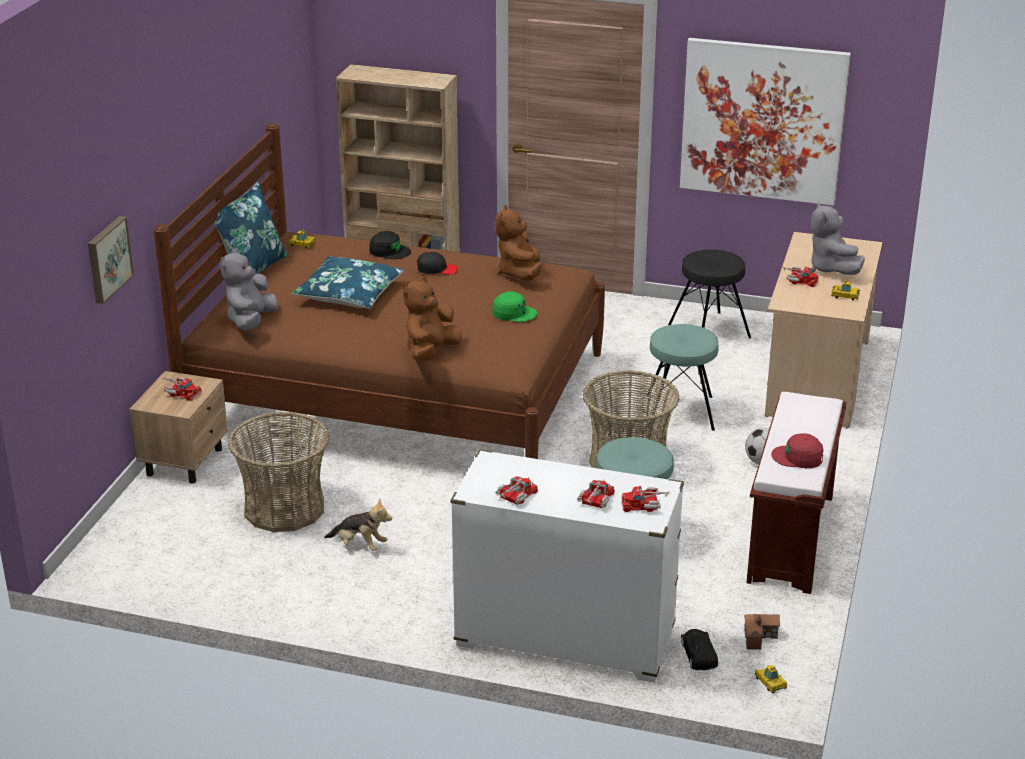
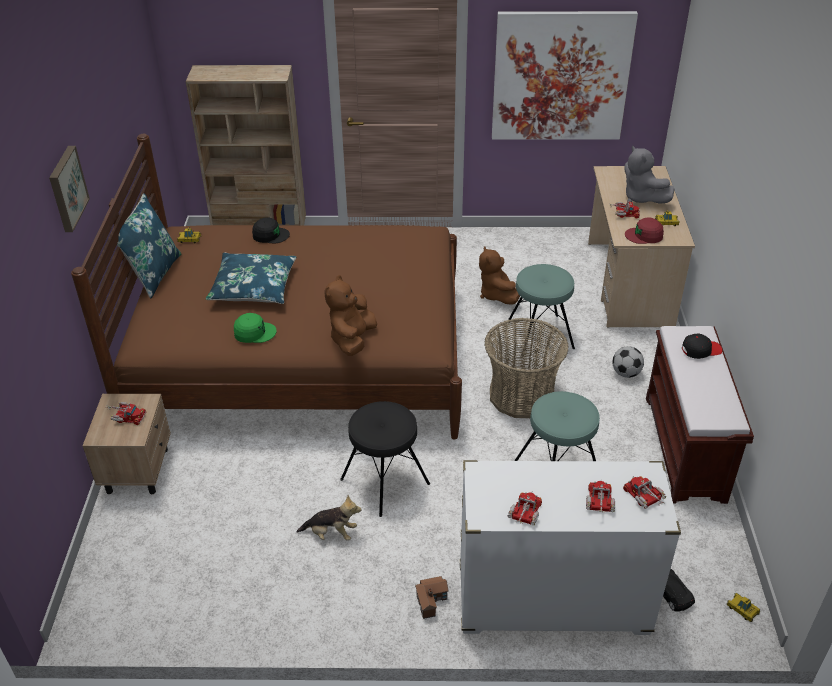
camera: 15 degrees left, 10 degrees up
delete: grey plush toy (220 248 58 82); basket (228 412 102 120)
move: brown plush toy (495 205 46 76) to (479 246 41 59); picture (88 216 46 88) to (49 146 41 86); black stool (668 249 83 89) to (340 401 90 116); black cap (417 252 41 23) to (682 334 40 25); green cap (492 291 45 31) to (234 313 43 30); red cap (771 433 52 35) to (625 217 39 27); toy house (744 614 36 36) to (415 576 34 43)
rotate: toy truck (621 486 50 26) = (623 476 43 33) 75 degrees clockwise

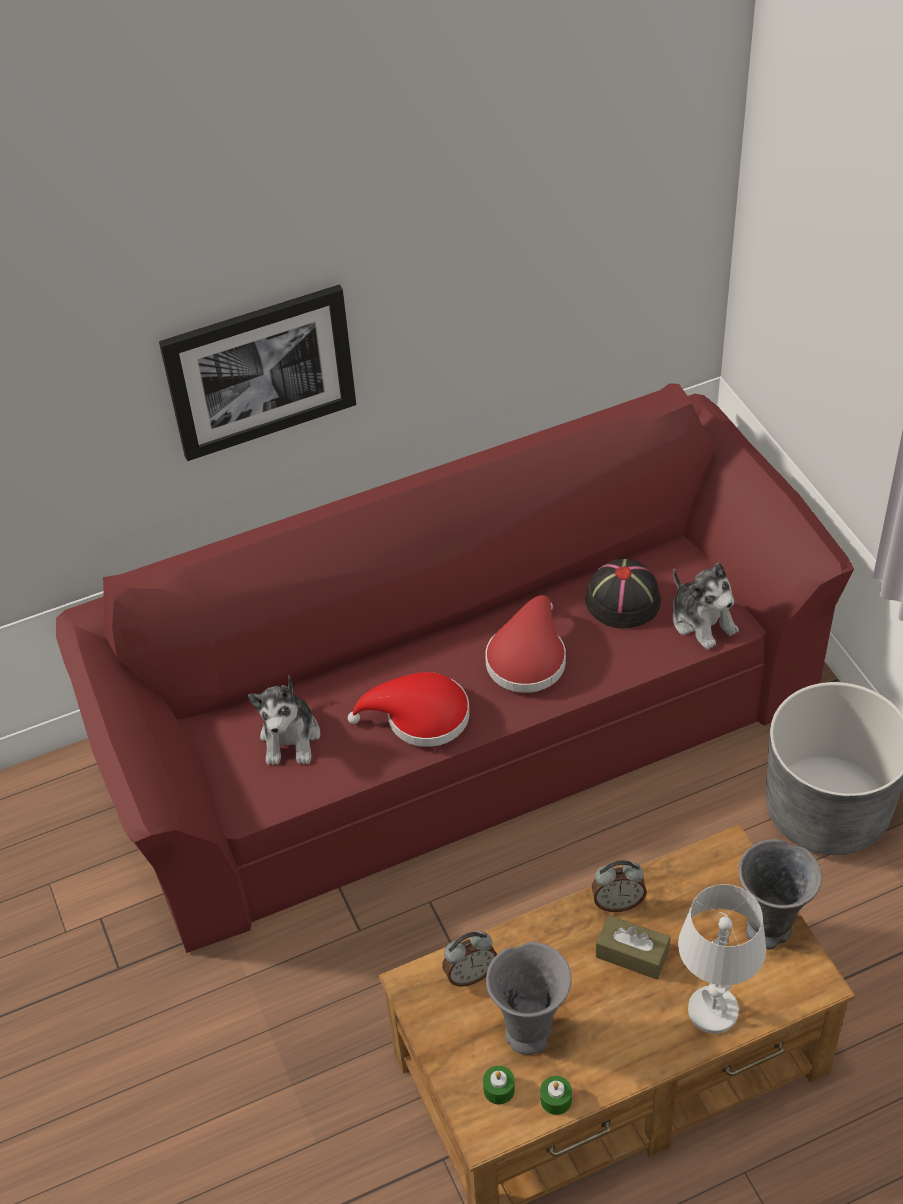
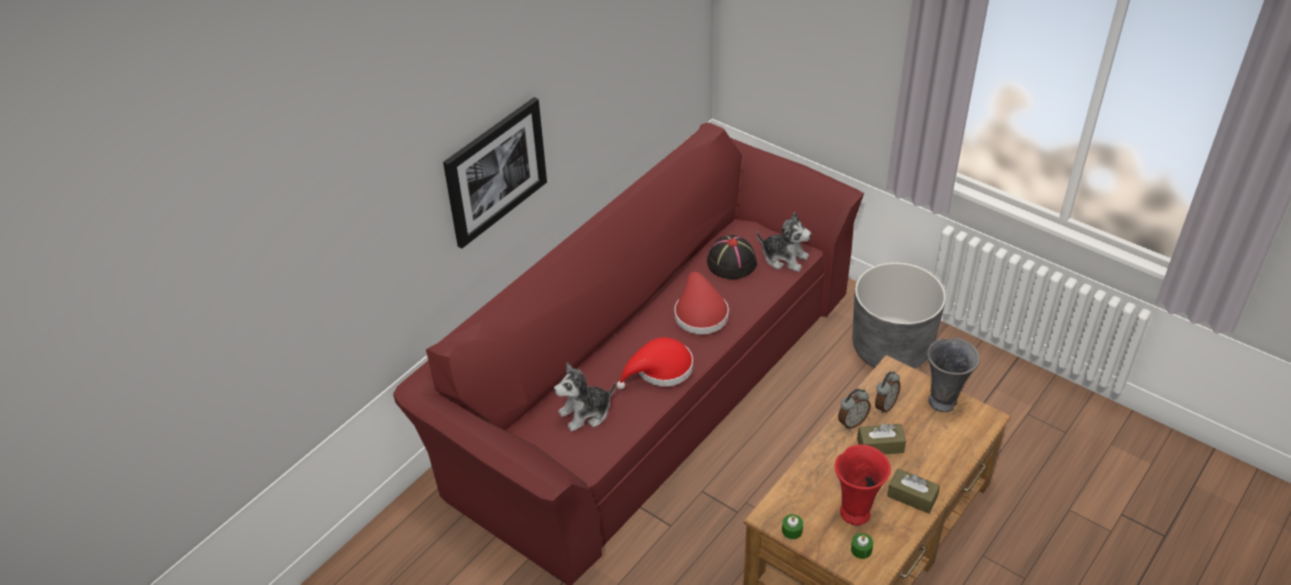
camera: 30 degrees left, 5 degrees down
delete: white table lamp (678 884 88 150)
insert: brown tissue box (887 469 53 45)
move: alarm clock (442 931 55 56) to (875 371 25 43); green candle (540 1076 32 39) to (782 514 21 25)
recolor: grey vase (486 942 86 113) to red vase (835 445 56 81)
rotate: plush toy (248 675 72 90) = (554 362 62 69) 90 degrees clockwise

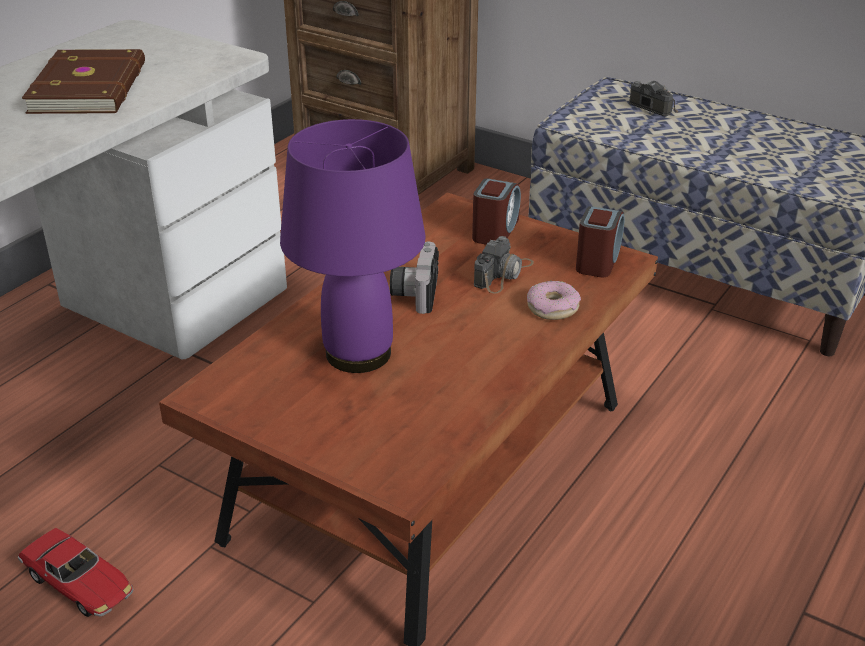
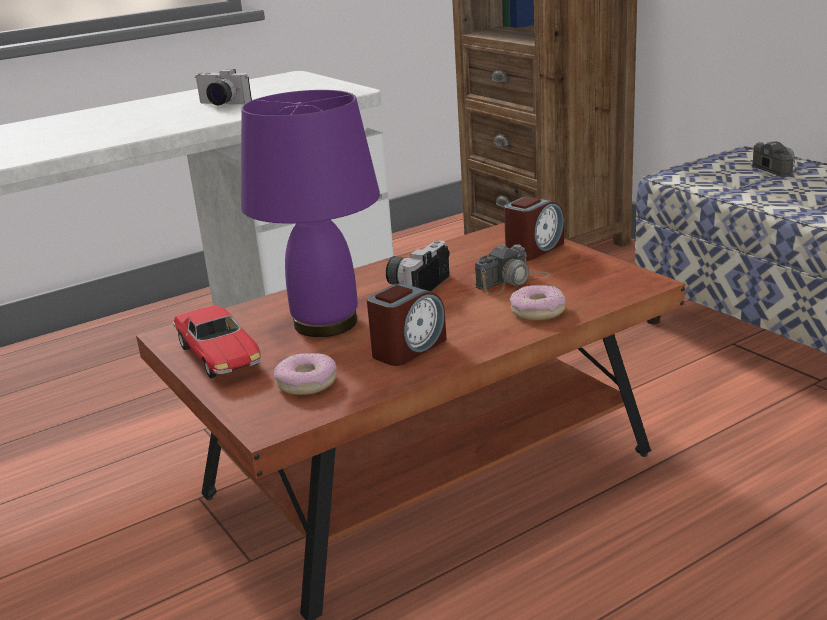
camera: 25 degrees right, 10 degrees down
insert: donut (274 353 63 42)
move: alarm clock (576 206 49 71) to (367 283 80 83); toy car (18 528 115 89) to (173 305 89 74)
replace: brown book (22 49 123 65) to photo camera (195 69 57 36)

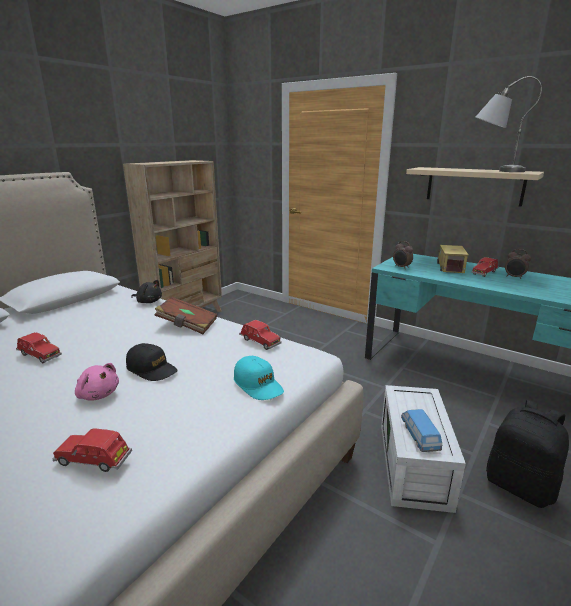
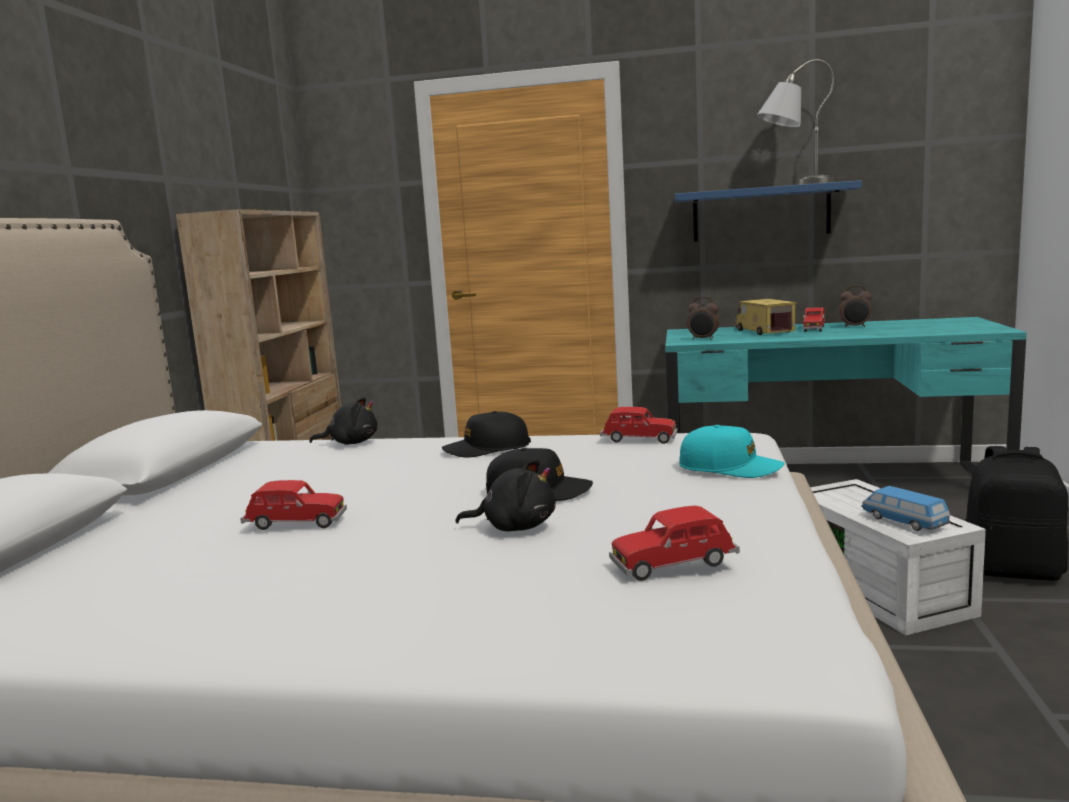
camera: 25 degrees left, 10 degrees down
replace: brown book (154 297 63 37) to black cap (442 411 89 46)
recolor: beige shelf (406 167 138 40) to blue shelf (675 180 187 62); pink plush toy (75 363 44 38) to black plush toy (456 459 100 73)

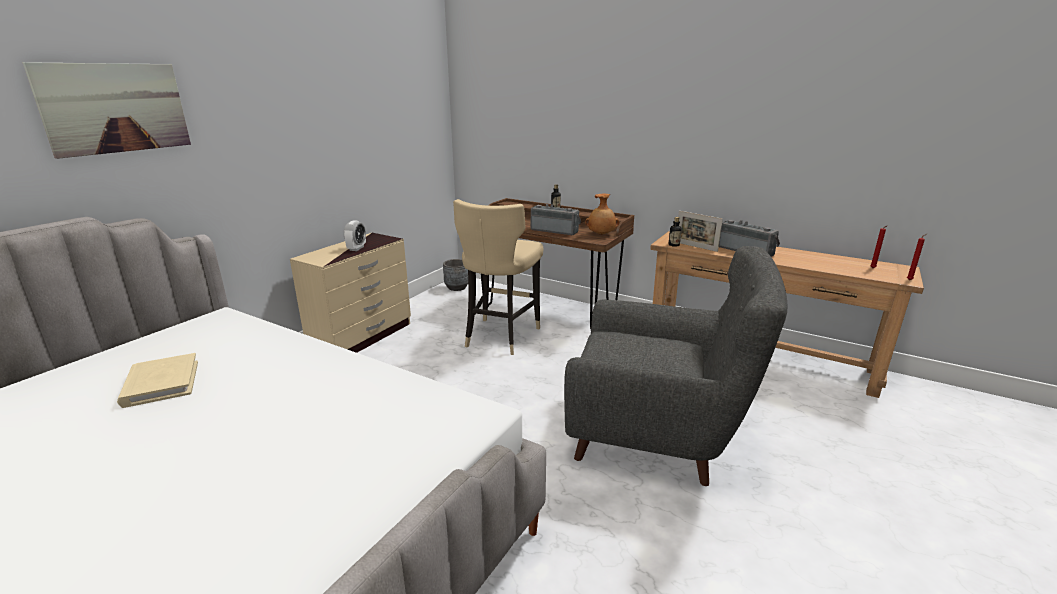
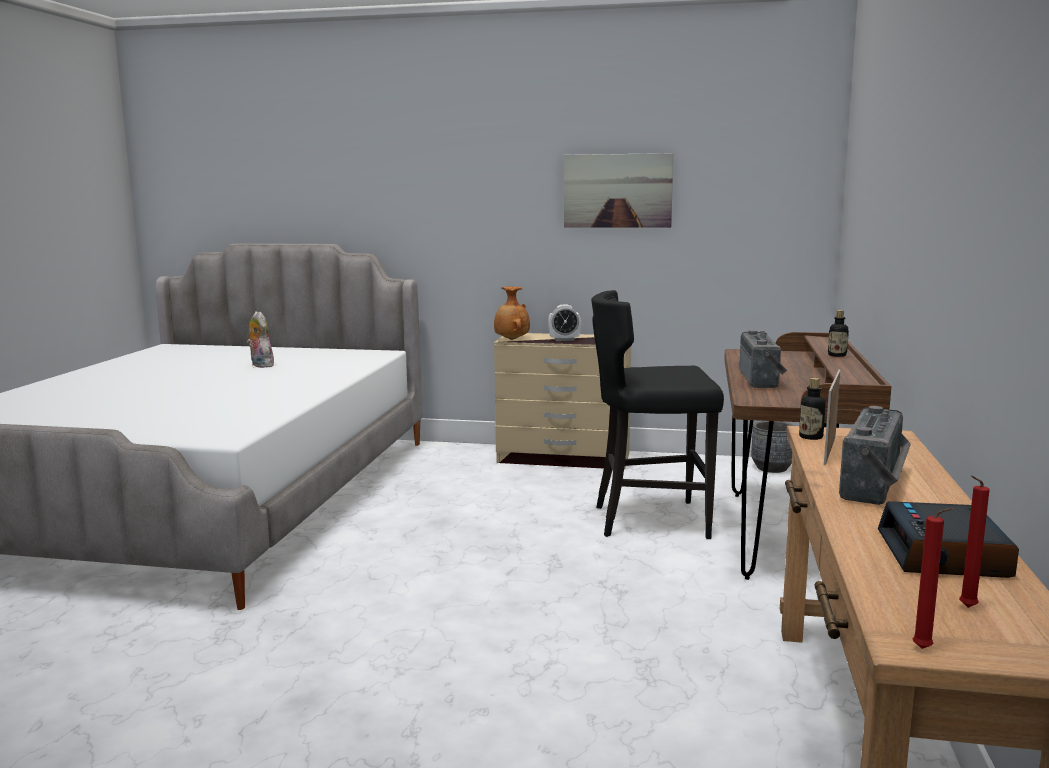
camera: 70 degrees right, 10 degrees down
delete: grey armchair (564 246 223 240)
insert: alarm clock (878 501 141 77)
move: picture (23 62 168 97) to (564 153 109 75); brown vase (585 194 34 41) to (494 287 36 53)
replace: beige book (117 353 81 55) to plush toy (247 311 27 57)
recolor: beige stool (453 199 90 156) to black stool (591 290 133 249)

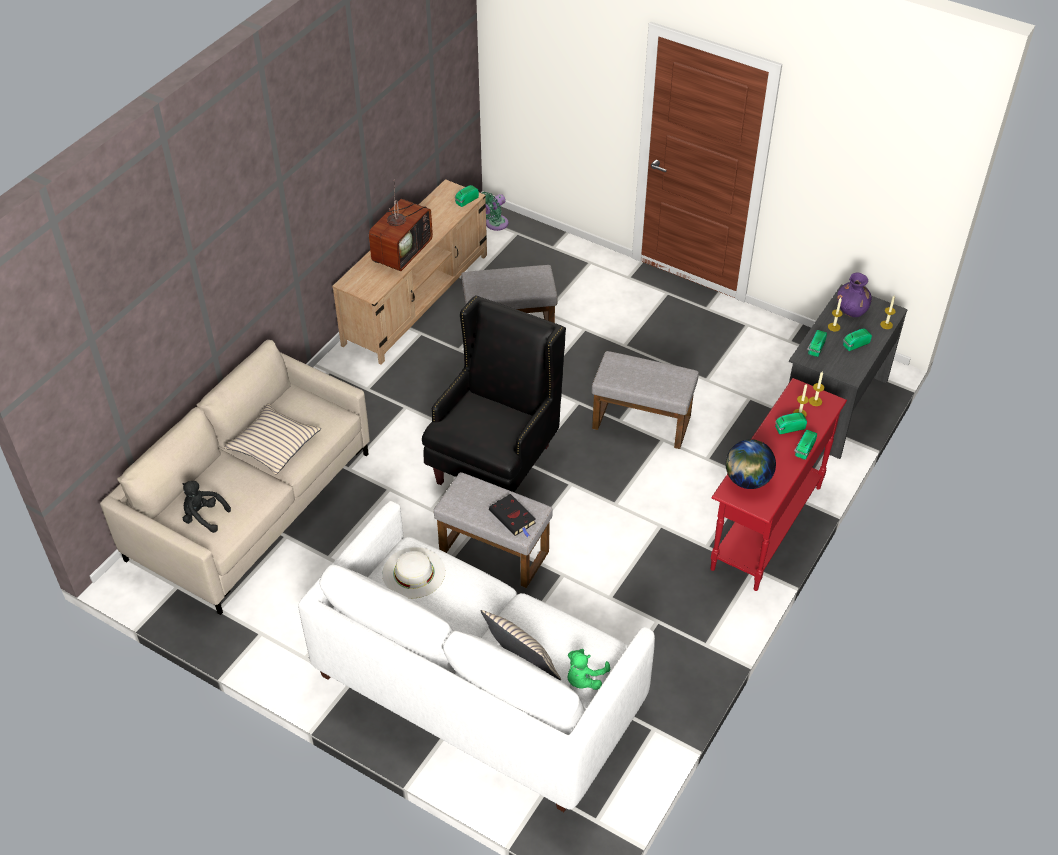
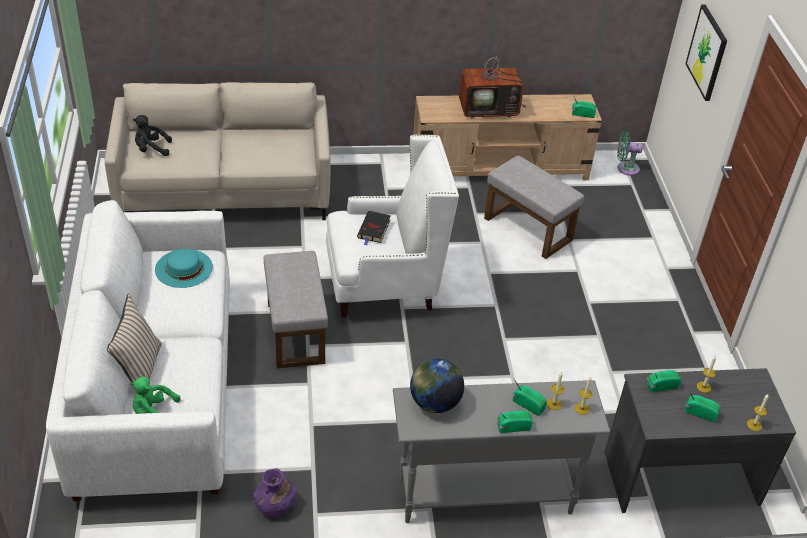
camera: 50 degrees right, 5 degrees down
delete: grey ottoman (592 351 107 98); beige pillow (224 404 97 70)
insert: picture (685 5 42 96)
move: purple vase (837 272 35 45) to (253 468 44 49); black book (489 494 47 43) to (357 211 34 35)
recolor: black armchair (422 295 144 197) to white armchair (326 135 133 183); red console table (710 378 137 213) to grey console table (393 380 217 143); white hat (382 547 63 51) to turquoise hat (155 249 58 39)
rotate: black plush toy (182 481 49 52) = (133 115 39 41) 75 degrees counterclockwise

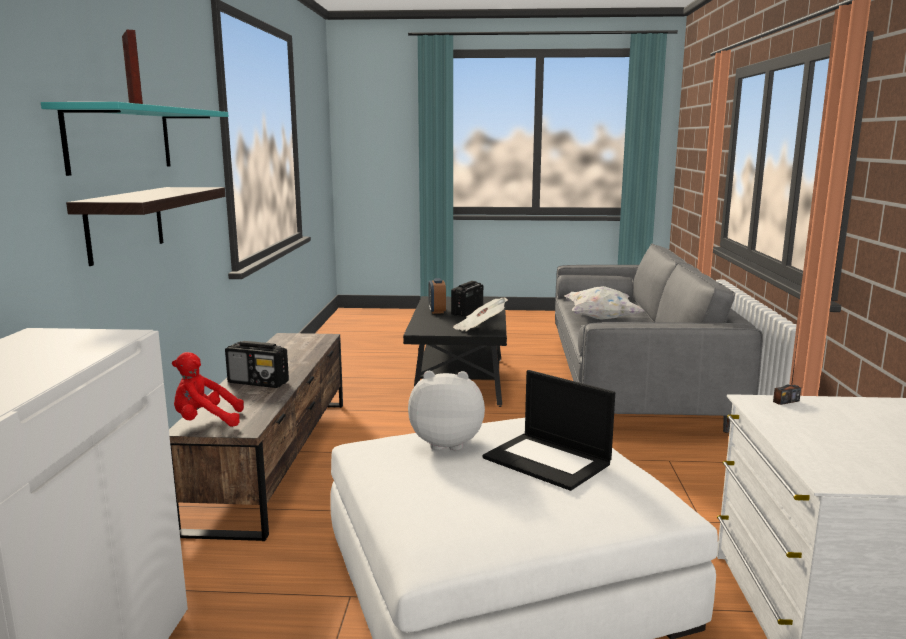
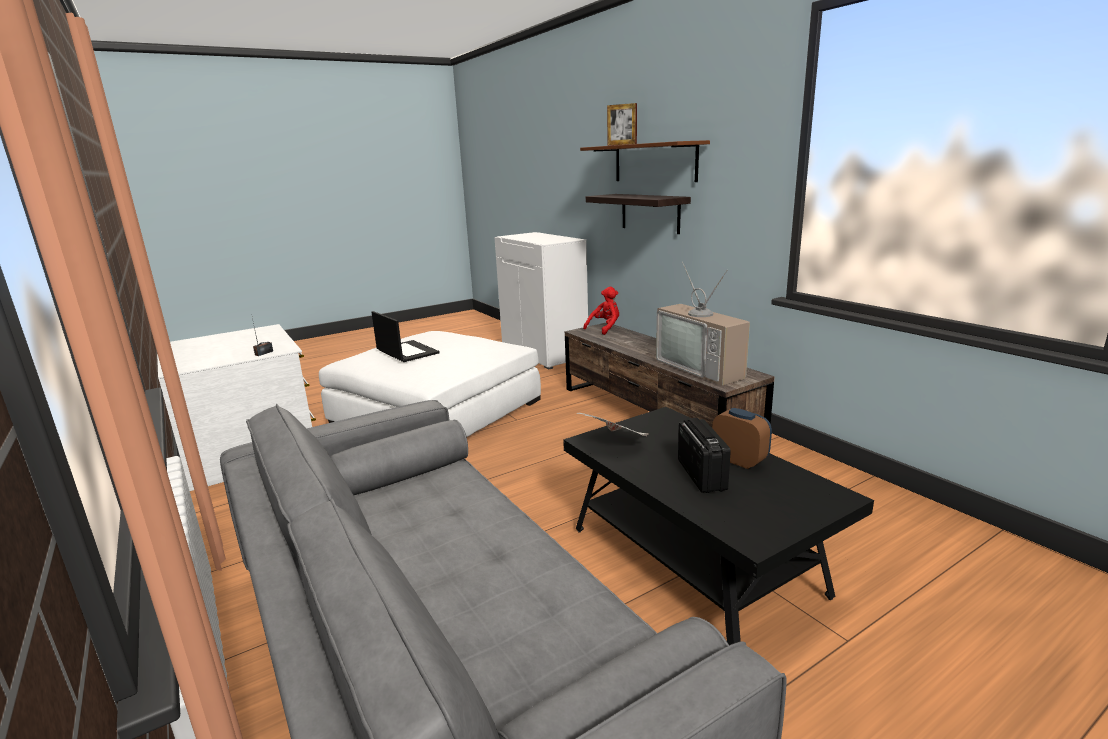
camera: 145 degrees right, 5 degrees up
delete: white pillow (565 286 79 34); radio (225 341 64 47); plush toy (408 371 77 80)
insert: television (656 262 94 124)
recolor: turquoise shelf (41 102 188 74) to brown shelf (580 140 130 42)
rotate: laptop (483 370 132 121) = (371 311 69 51) 45 degrees clockwise

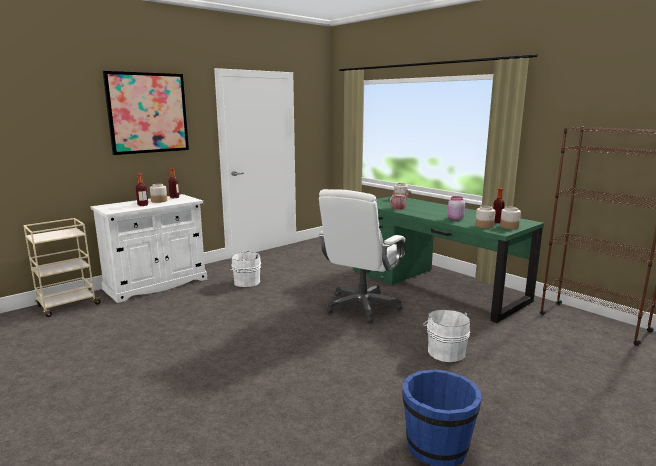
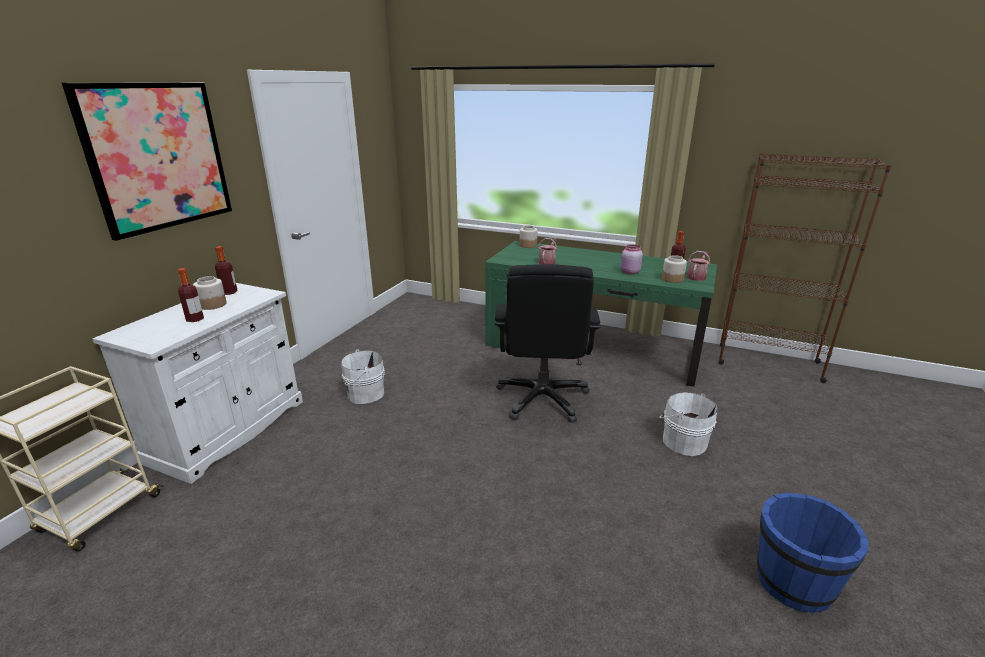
camera: 25 degrees left, 10 degrees up
replace: jar (500 207 21 22) to watering can (687 251 23 30)
recolor: white office chair (318 189 87 134) to black office chair (495 264 105 159)

